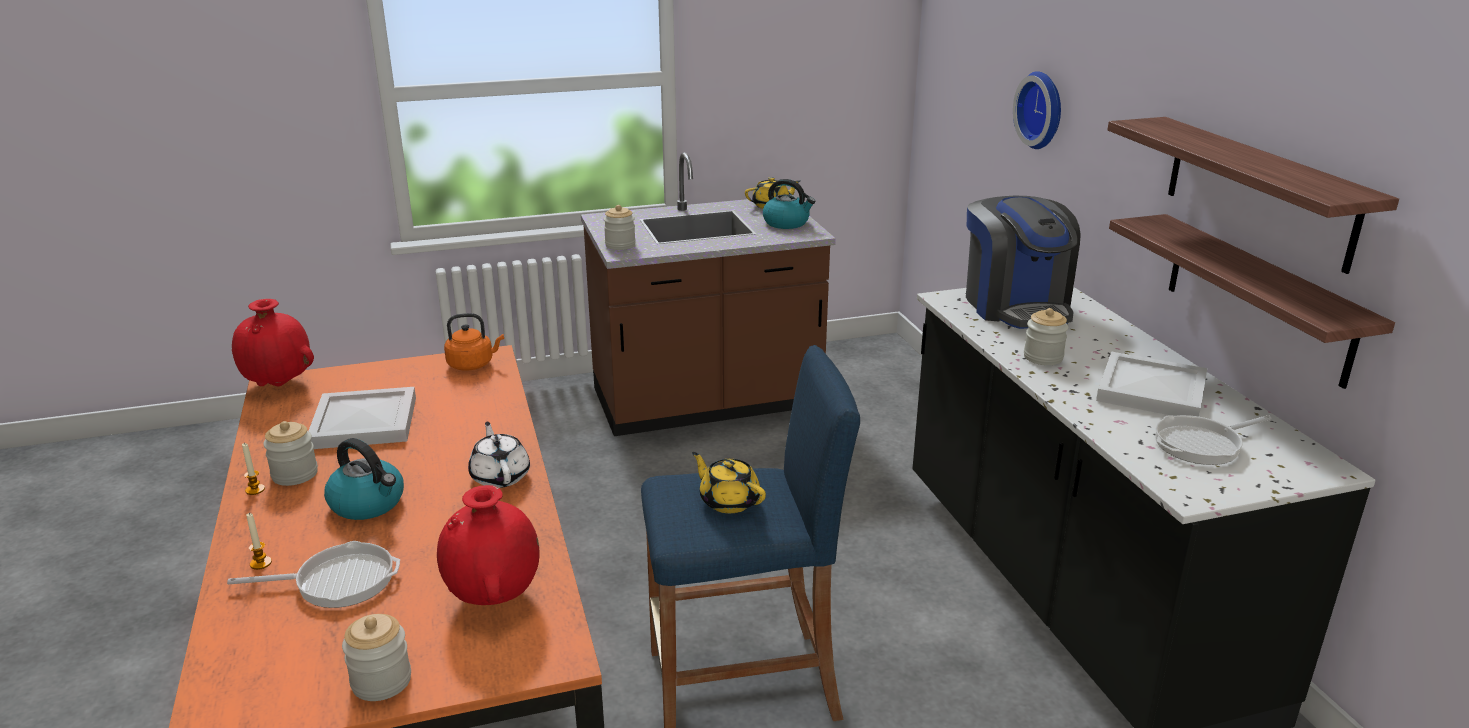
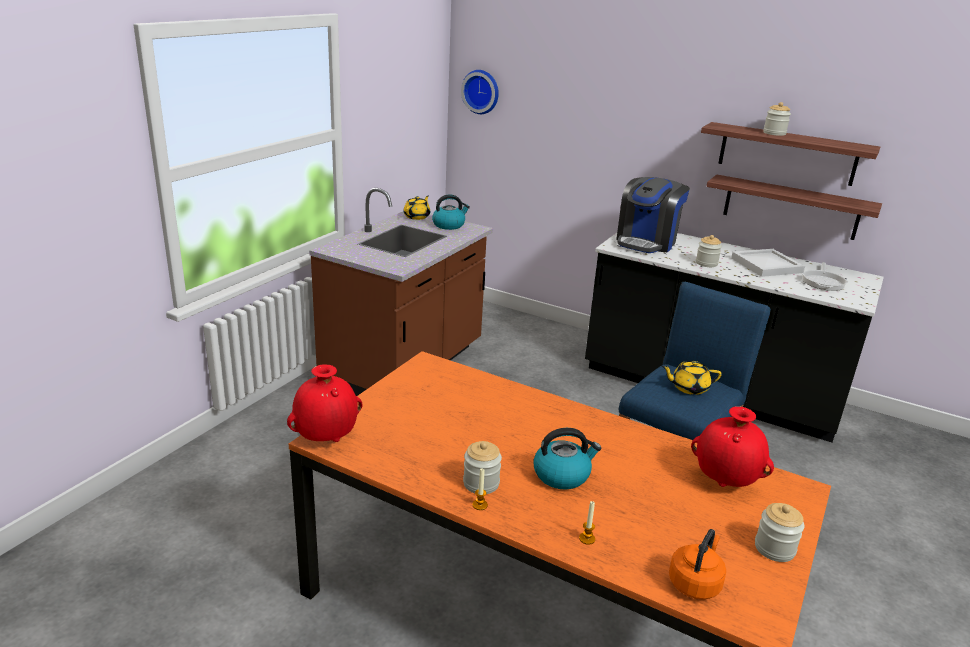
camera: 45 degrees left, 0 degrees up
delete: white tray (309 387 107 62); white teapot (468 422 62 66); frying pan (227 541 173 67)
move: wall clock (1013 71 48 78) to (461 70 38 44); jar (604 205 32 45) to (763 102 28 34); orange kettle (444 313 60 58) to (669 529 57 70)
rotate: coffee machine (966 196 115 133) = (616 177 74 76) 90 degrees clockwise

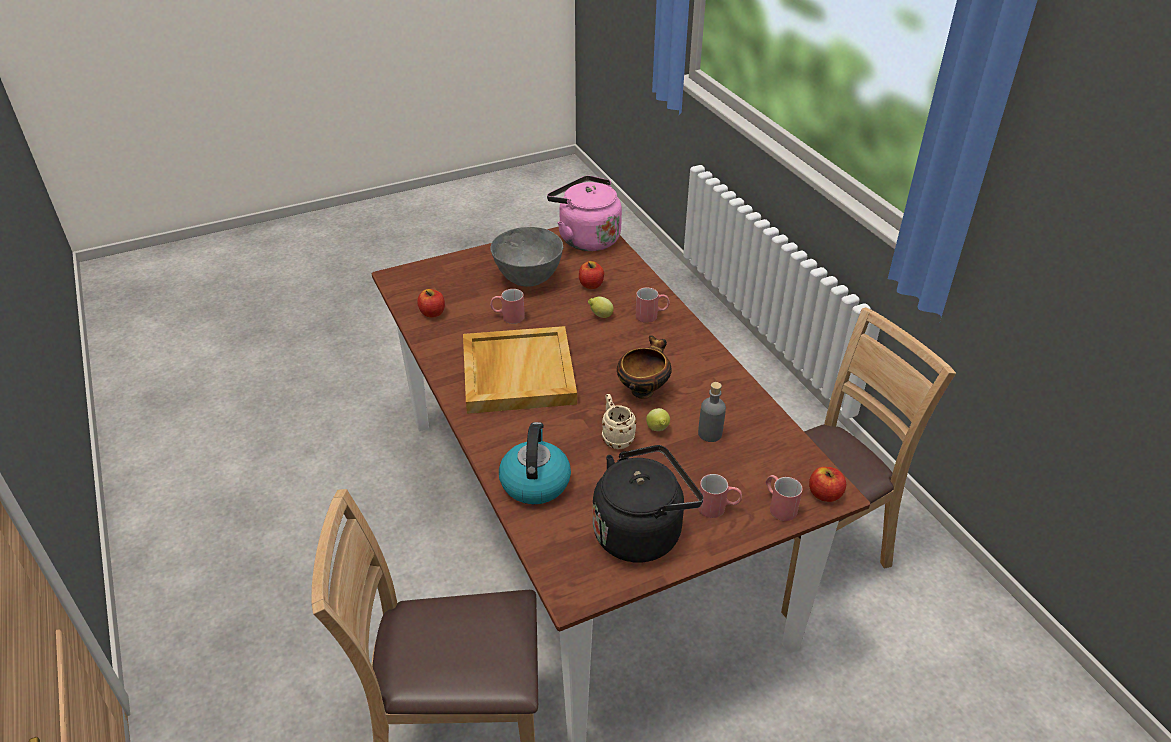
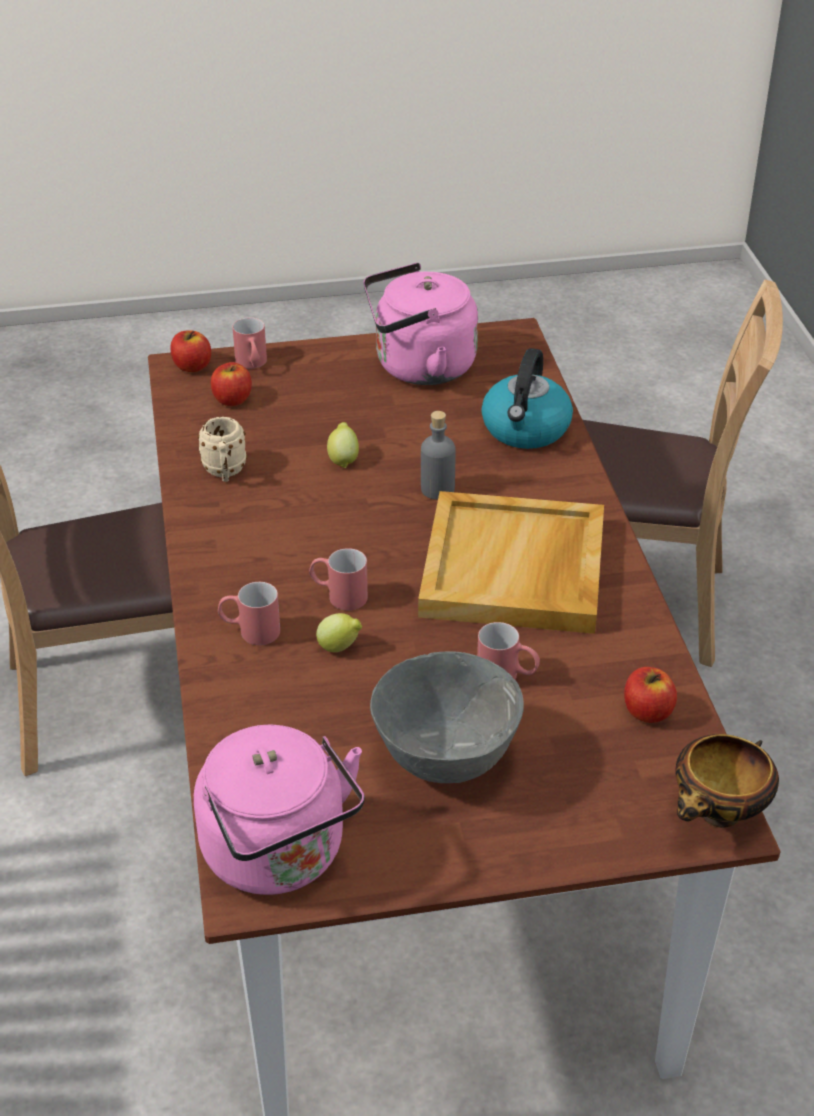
camera: 165 degrees left, 0 degrees up
move: apple (579 261 25 28) to (211 362 41 44); bowl (617 335 55 64) to (675 734 104 94); grey bottle (698 382 28 60) to (421 411 34 89); beige mug (602 394 34 55) to (198 417 49 65); red mug (698 474 44 44) to (309 548 59 63)
recolor: black kettle (593 445 110 117) to pink kettle (363 263 115 122)

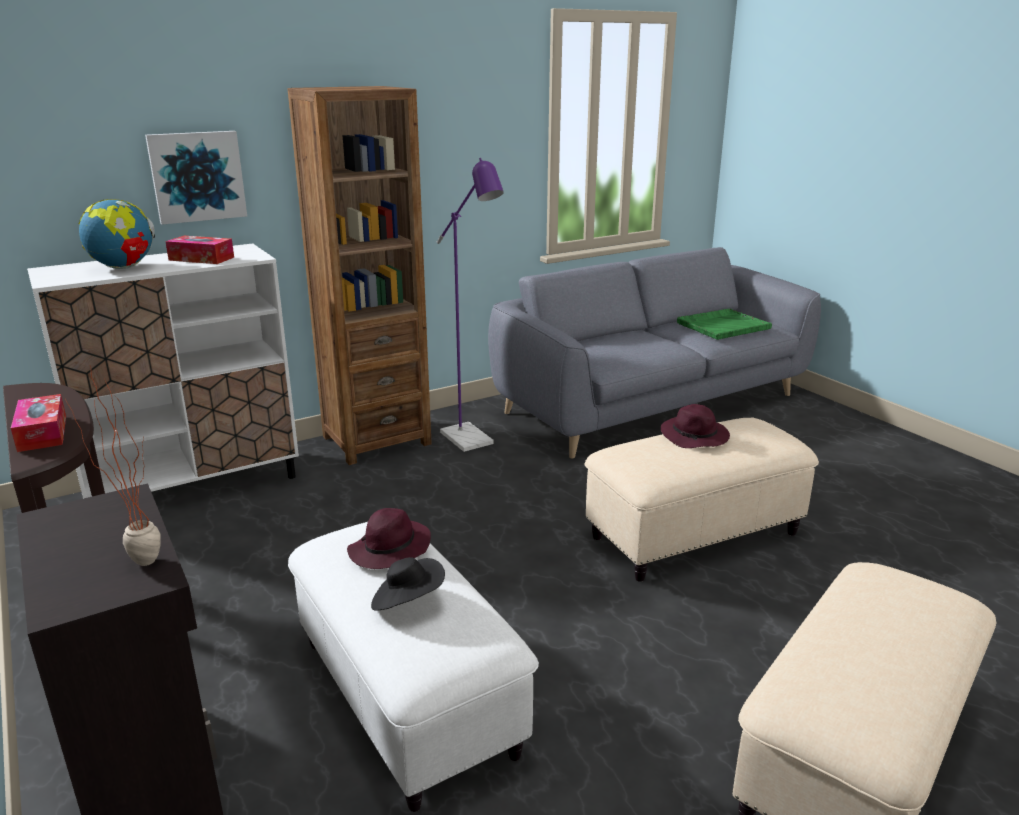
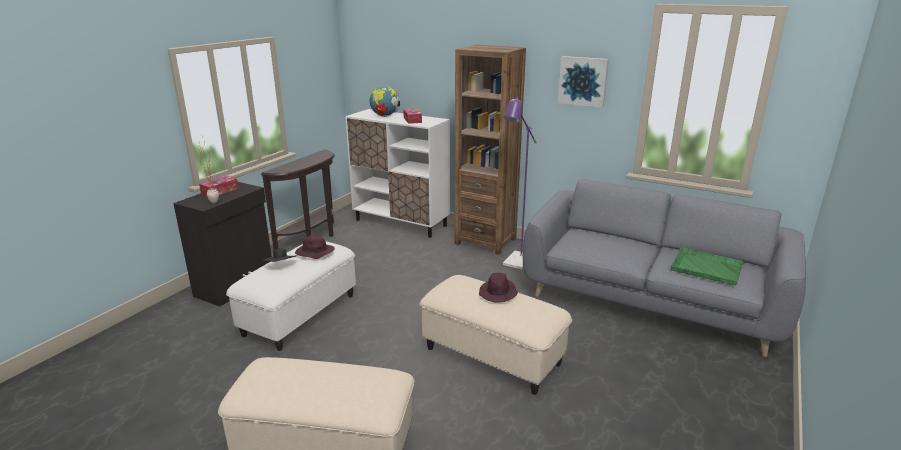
camera: 60 degrees right, 0 degrees up
move: picture (145 131 102 94) to (558 56 51 52); tissue box (11 394 55 58) to (199 176 40 20)

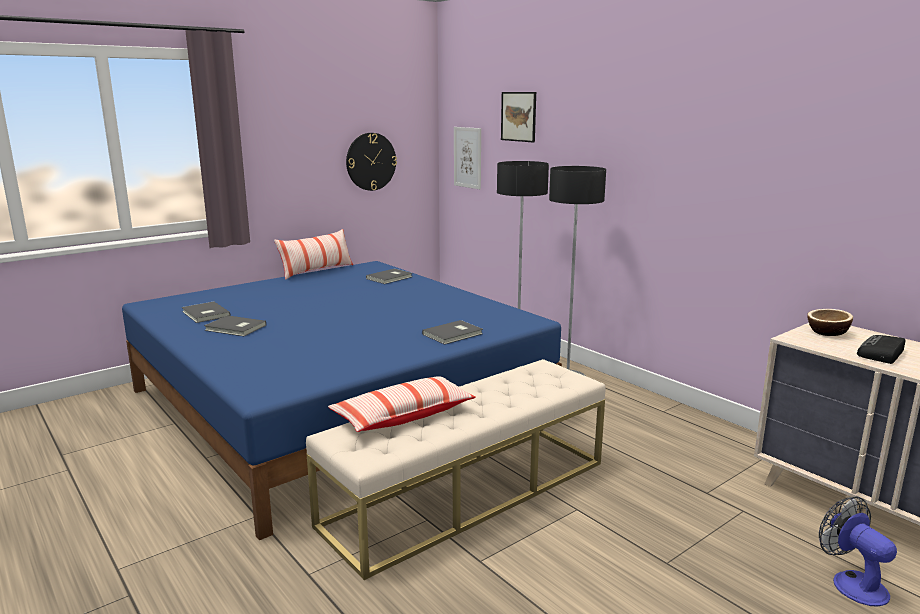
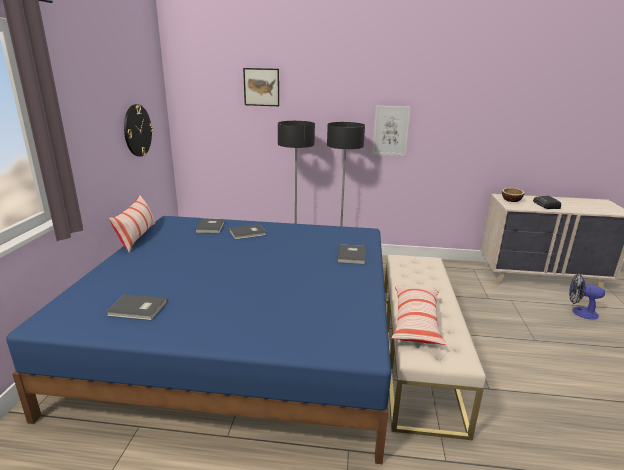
camera: 45 degrees left, 5 degrees up
move: picture (454 127 27 62) to (372 106 39 50); grey book (204 315 62 21) to (229 224 37 16)

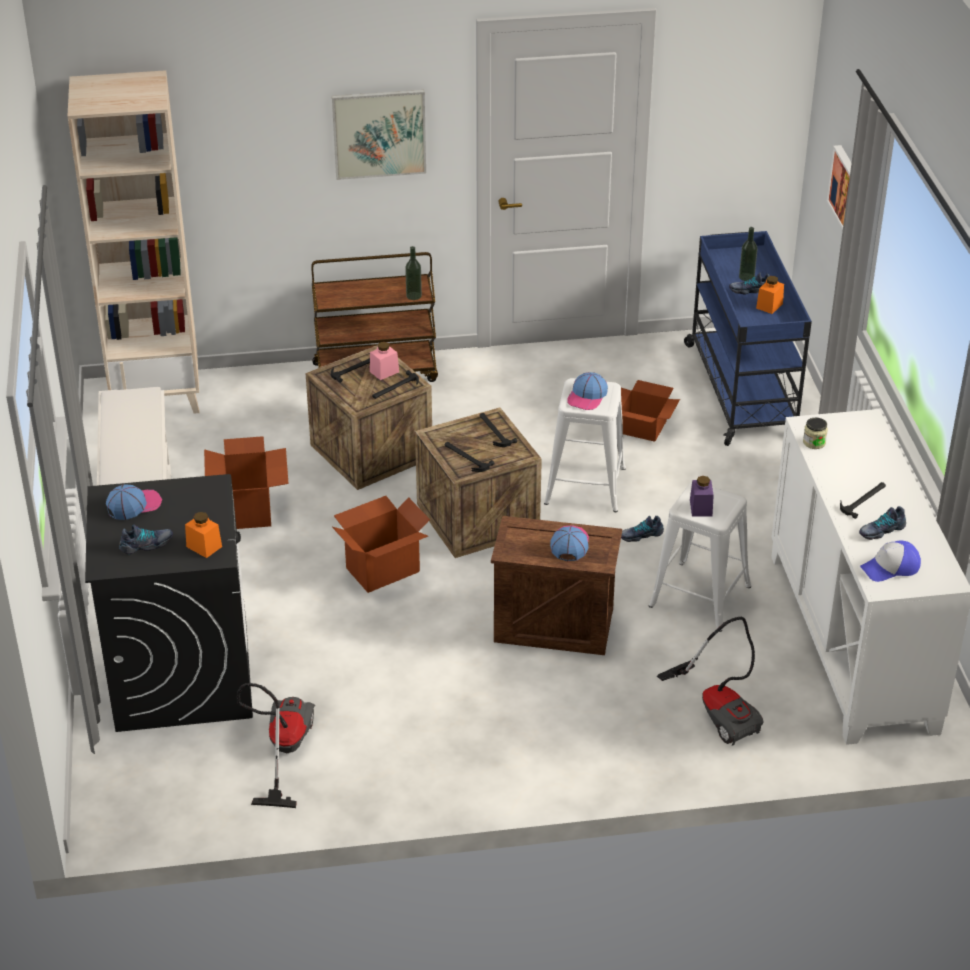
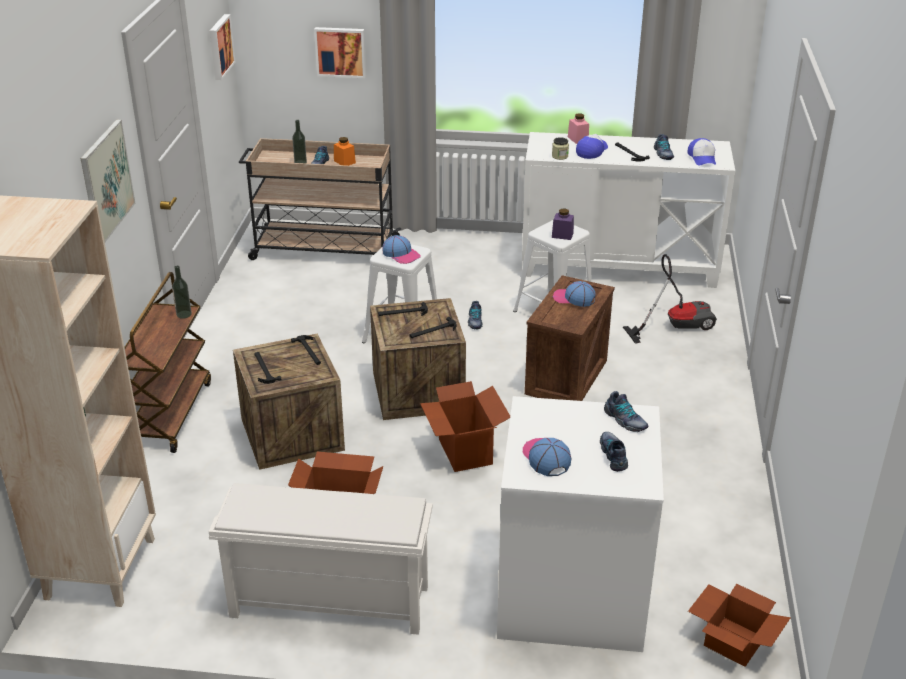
camera: 75 degrees left, 5 degrees down
delete: vacuum cleaner (237 683 78 125)
insert: picture (210 14 26 66); cap (576 134 32 25)
move: pink jar (370 342 29 38) to (568 113 21 31); cardboard box (621 380 59 62) to (688 583 103 84)
replace: orange jar (185 512 37 46) to shoe (604 391 44 41)
recolor: blue cart (684 231 128 215) to beige cart (239 138 162 122); black washing machine (85 474 168 258) to white washing machine (497 396 167 256)

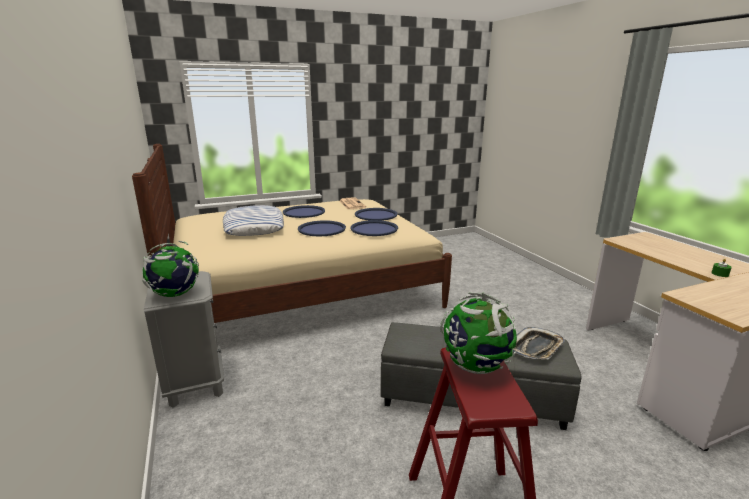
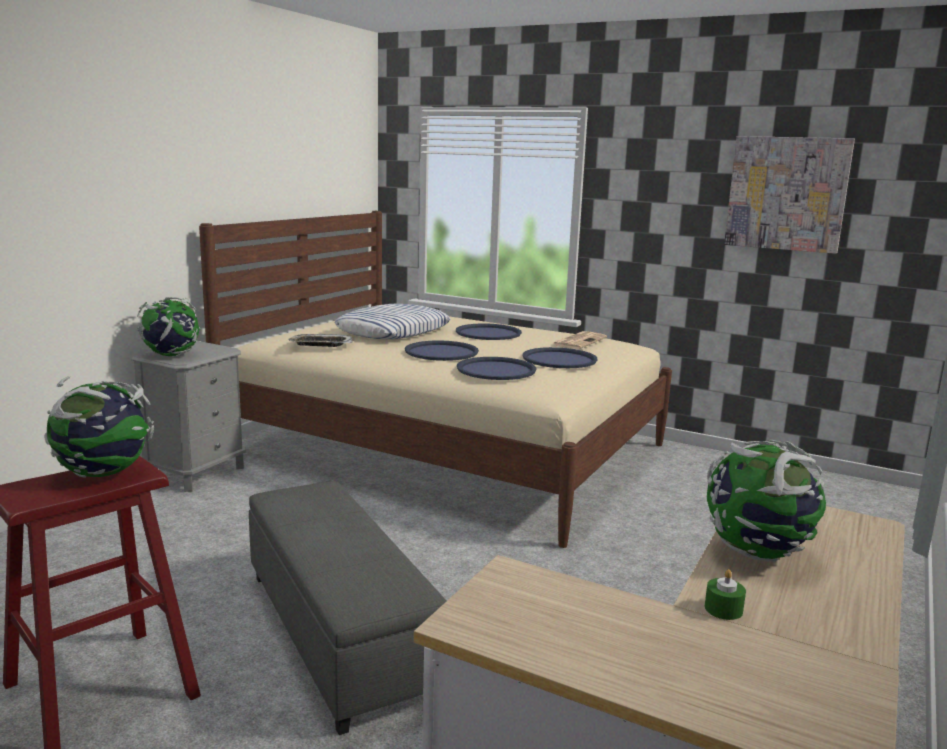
camera: 50 degrees right, 5 degrees down
insert: picture (724 136 131 118); globe (707 440 119 121)
move: tray (512 327 53 32) to (288 334 65 13)

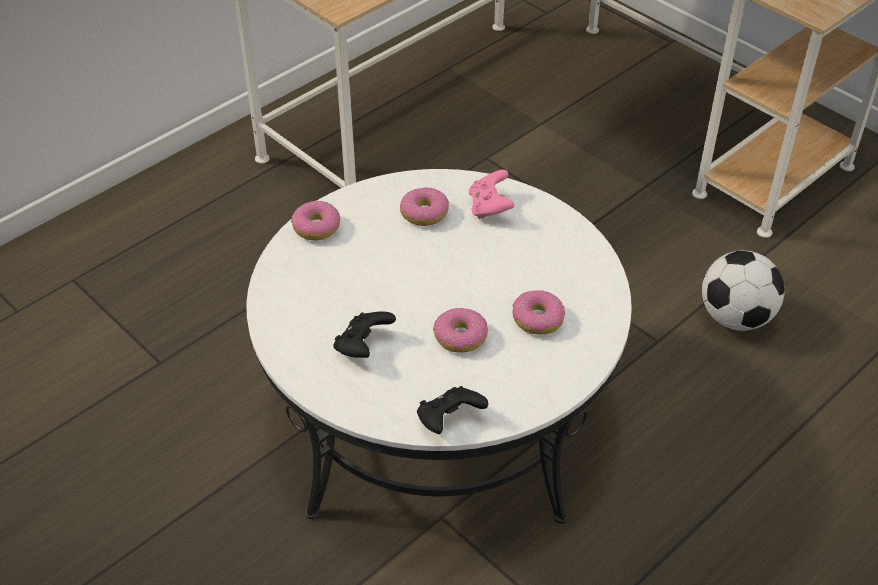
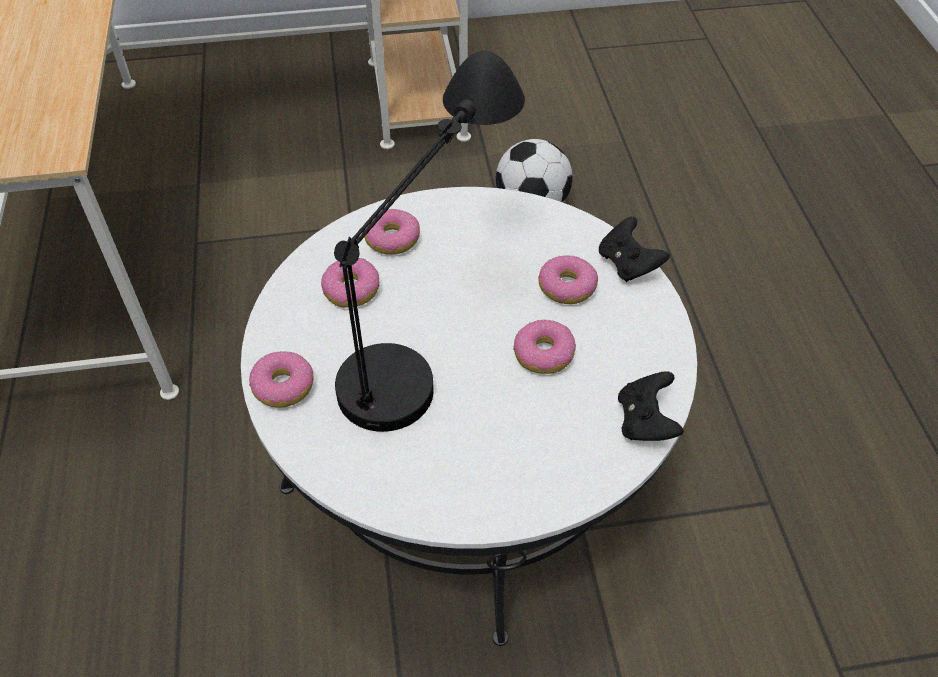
camera: 55 degrees left, 5 degrees up
insert: black table lamp (334 51 191 381)
move: black game controller (334 312 62 46) to (599 216 71 66)
replace: pink game controller (469 170 45 49) to donut (364 209 56 46)

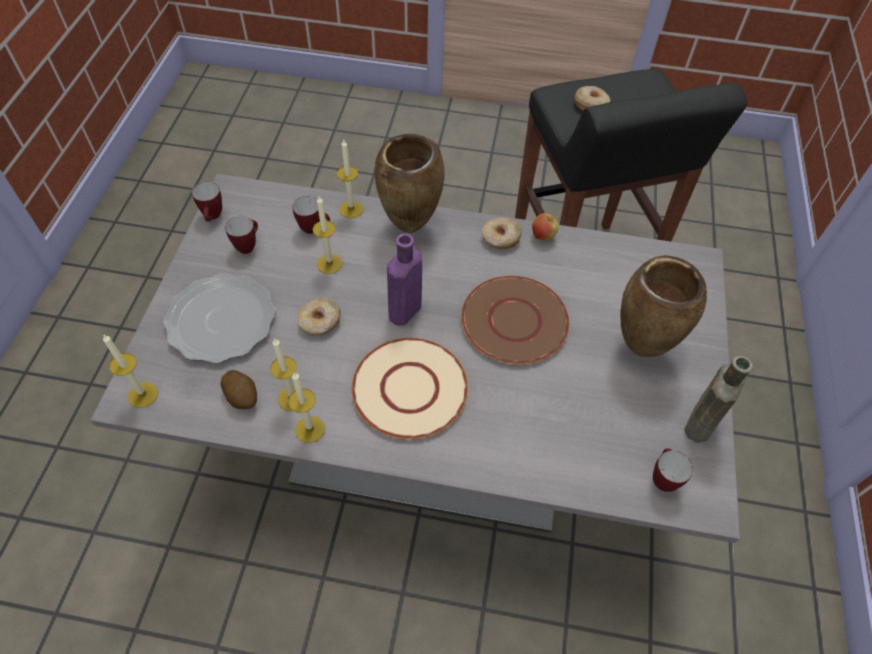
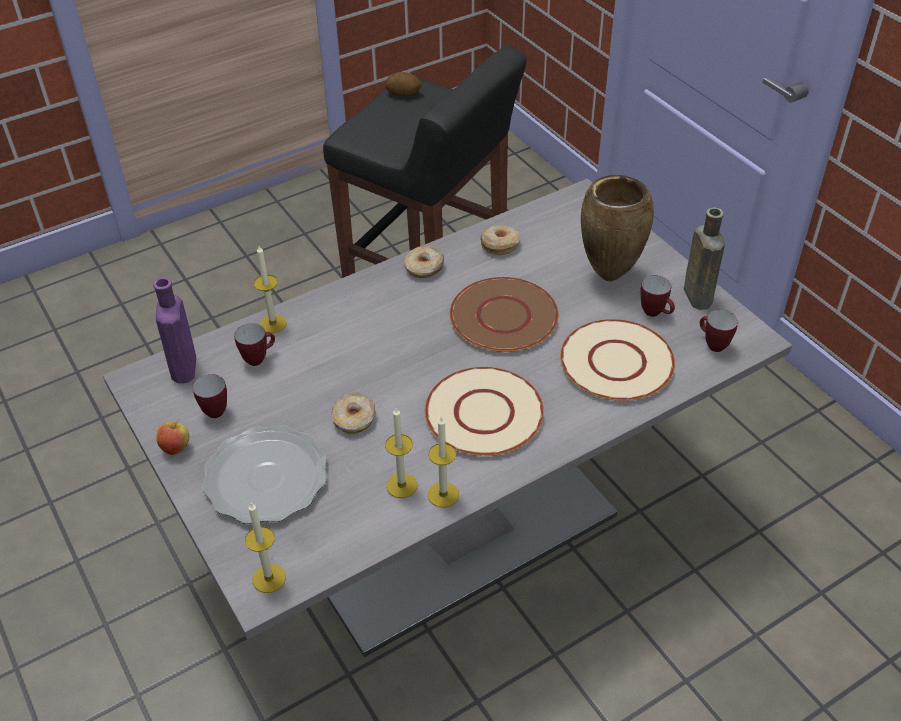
camera: 40 degrees left, 10 degrees down
delete: brown vase (374 134 71 99); candle (313 196 29 78)
insert: beige plate (560 319 115 82)
move: donut (574 86 36 25) to (480 225 40 30); mug (192 182 30 40) to (640 275 35 42); apple (532 213 27 28) to (156 418 33 37); purple bottle (387 233 35 92) to (153 277 43 106); potato (220 370 37 39) to (385 72 37 24)

